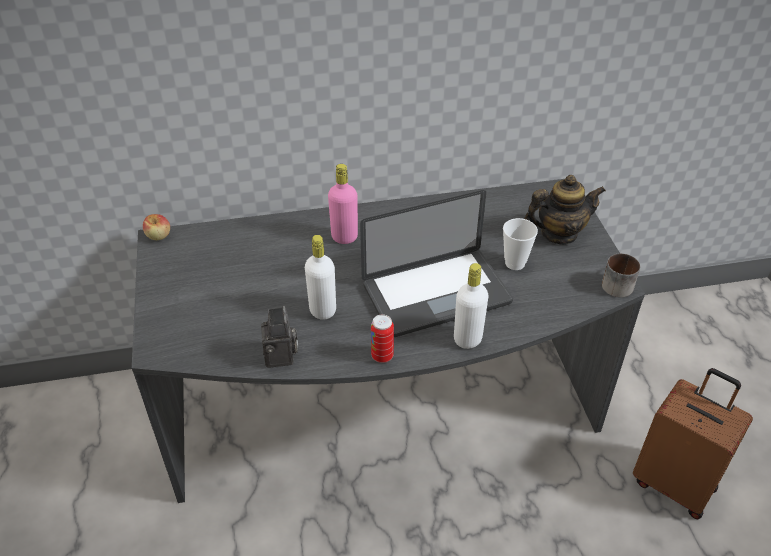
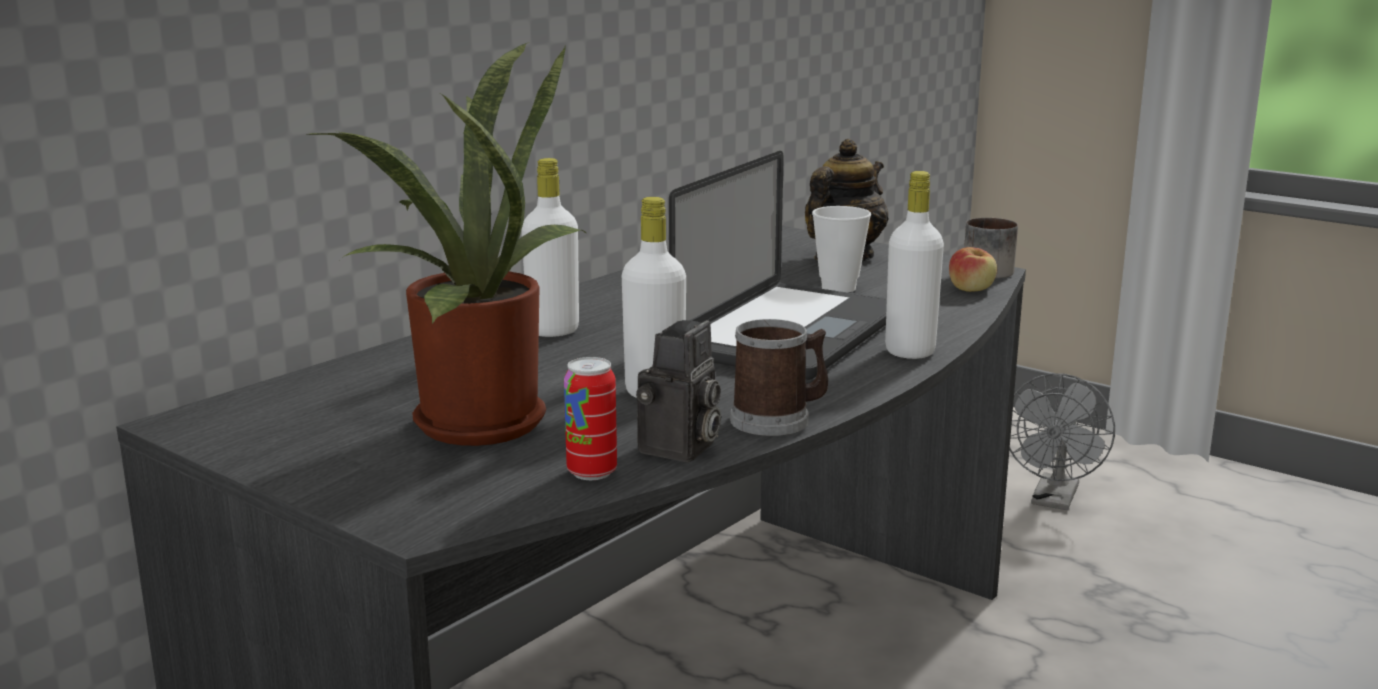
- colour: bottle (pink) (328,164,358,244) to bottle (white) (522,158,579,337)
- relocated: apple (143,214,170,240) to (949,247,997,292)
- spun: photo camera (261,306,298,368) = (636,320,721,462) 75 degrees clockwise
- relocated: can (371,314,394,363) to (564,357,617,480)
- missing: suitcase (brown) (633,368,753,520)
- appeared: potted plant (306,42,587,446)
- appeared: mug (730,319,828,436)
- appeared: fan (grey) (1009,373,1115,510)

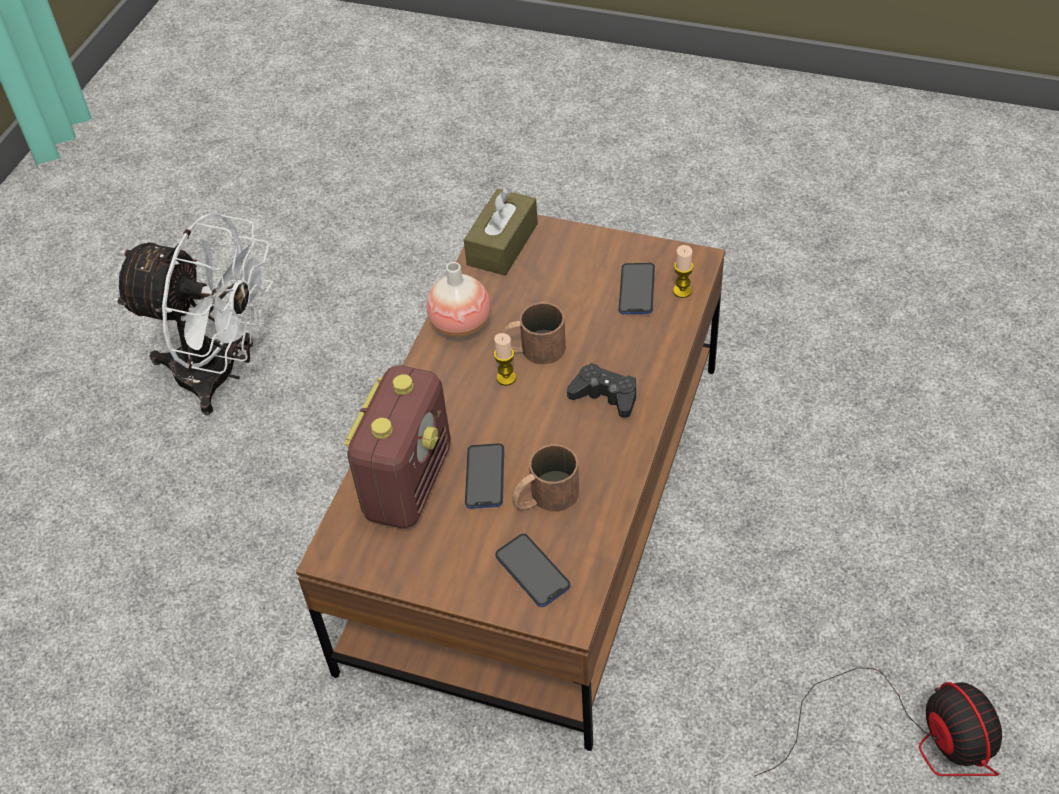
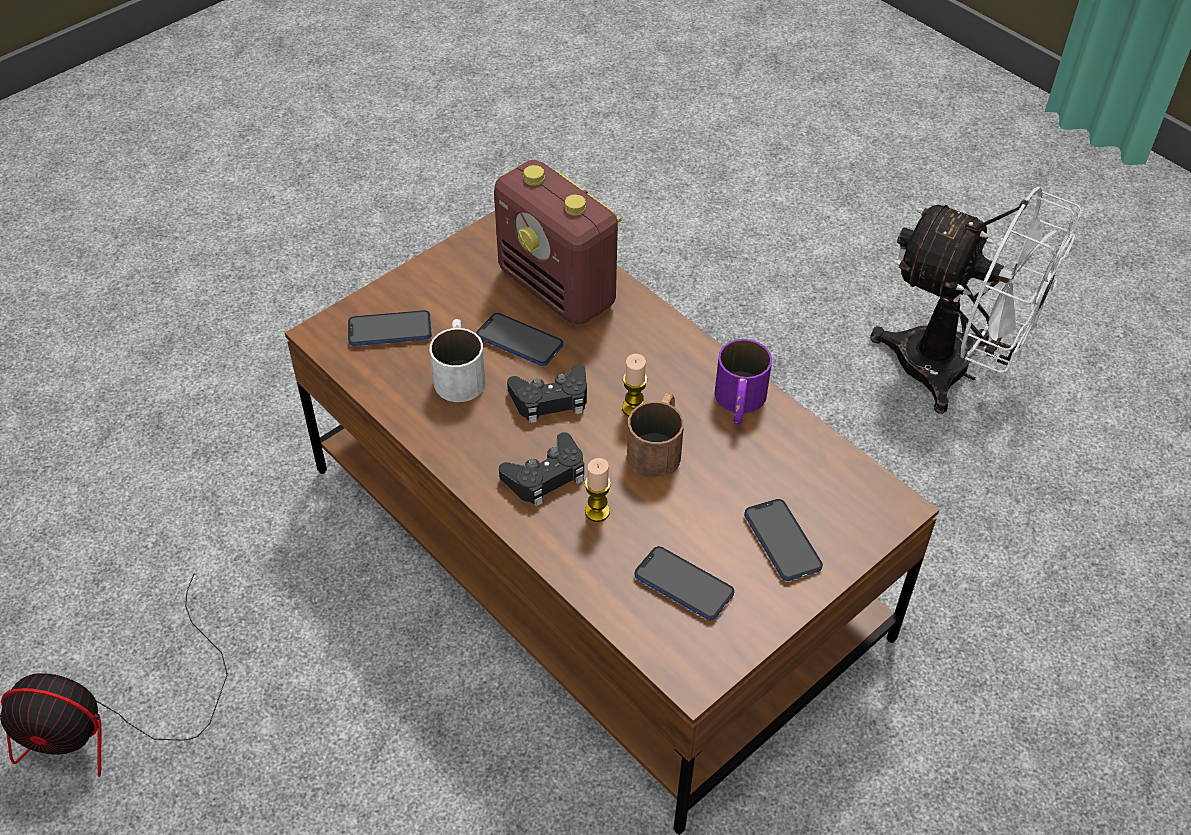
- missing: tissue box (brown) (464,187,538,276)
- spun: fan (white) (113,213,274,415) = (870,187,1082,414) 105 degrees counterclockwise
- relocated: candle (673,245,694,298) to (585,458,611,522)
- exchanged: vase (426,262,491,337) to mug (purple) (714,339,772,424)
- colour: mug (brown) (512,445,579,512) to mug (white) (430,319,486,402)
- appeared: game controller (black) (507,364,587,423)
- appeared: phone (744,499,823,581)

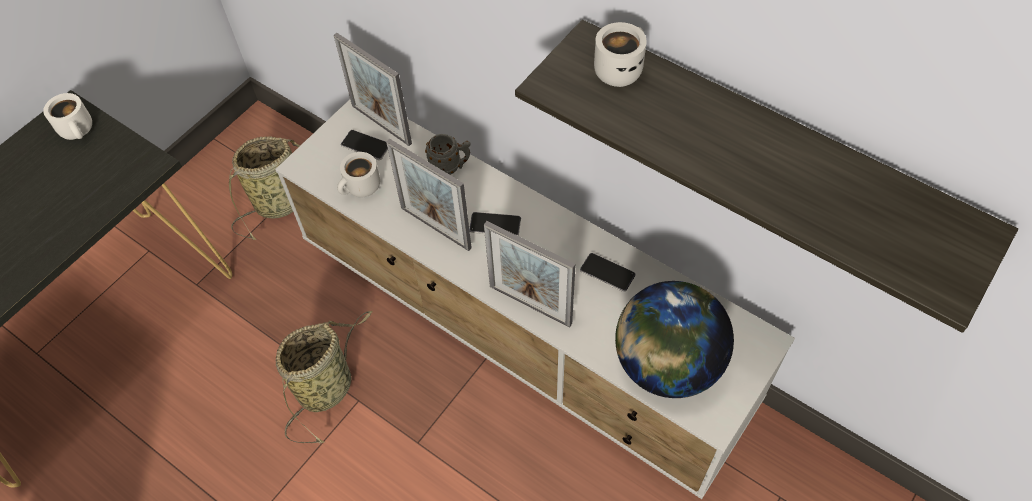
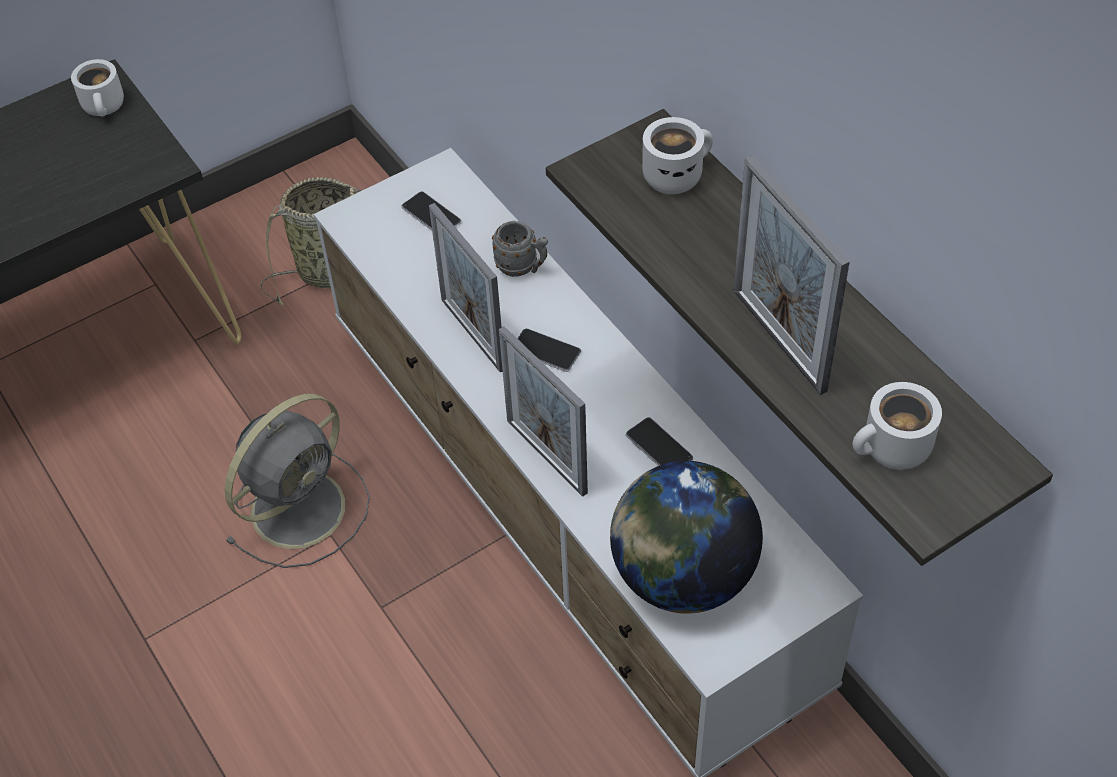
- relocated: picture frame (334,33,412,146) to (733,155,850,395)
- relocated: mug (white) (337,152,380,198) to (853,382,942,470)
- exchanged: basket (276,311,372,444) to fan (grey) (225,394,370,568)

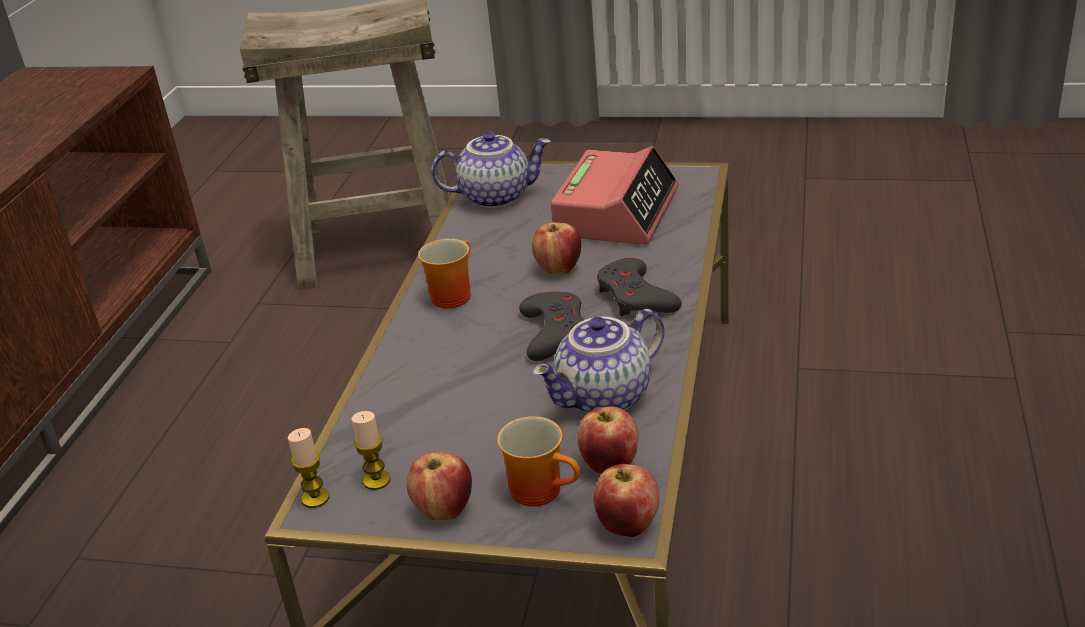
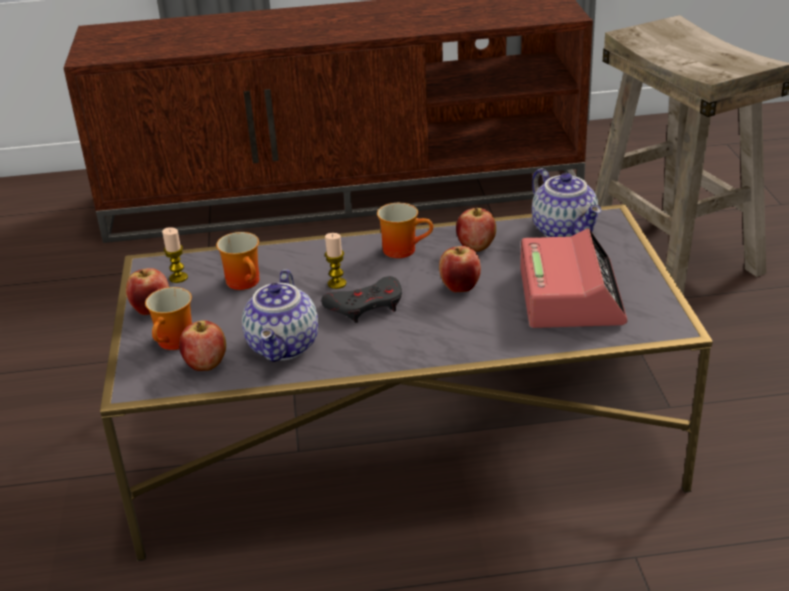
- spun: alarm clock (551,146,679,245) = (520,228,628,328) 90 degrees counterclockwise
- missing: game controller (grey) (597,258,682,316)
- spun: teapot (532,309,665,413) = (242,269,318,362) 120 degrees counterclockwise
- relocated: candle (288,428,329,508) to (325,233,347,289)
- relocated: apple (593,464,660,537) to (456,208,496,252)
- appeared: mug (216,232,259,290)

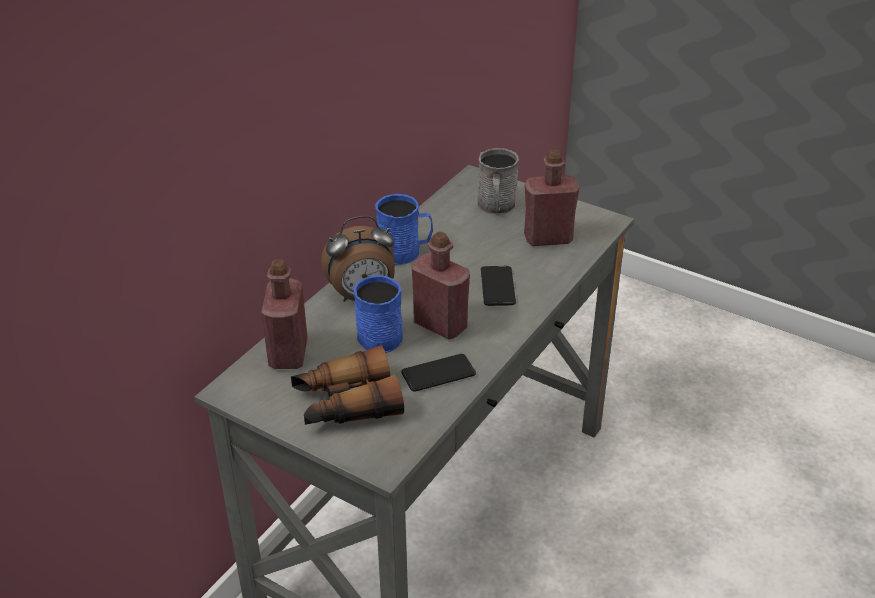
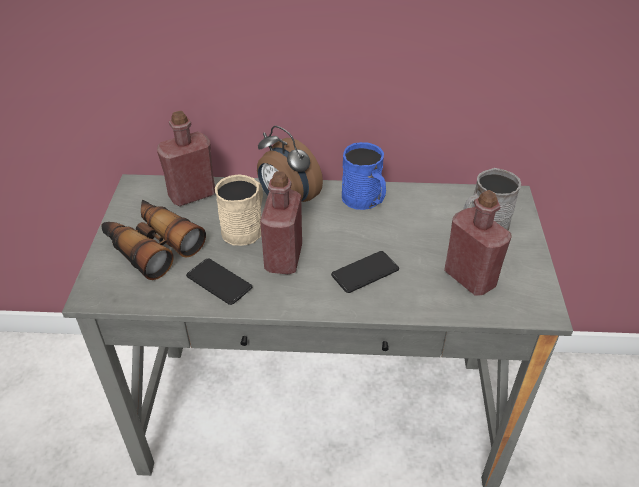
- colour: mug (blue) (354,275,403,353) to mug (beige) (215,174,263,246)

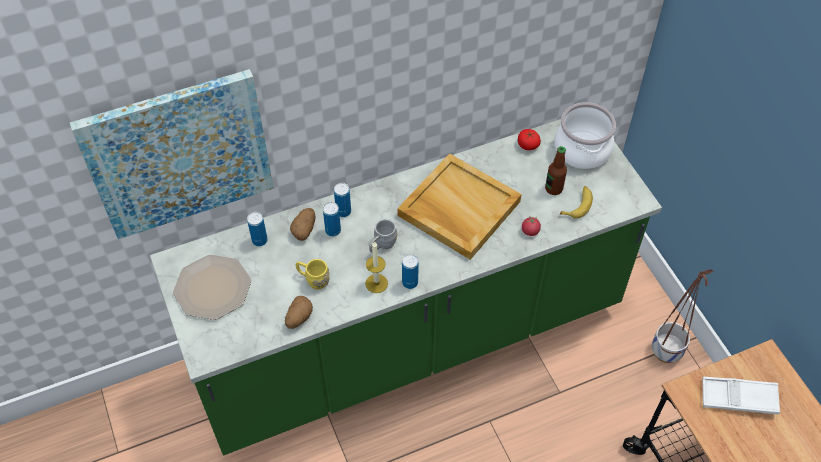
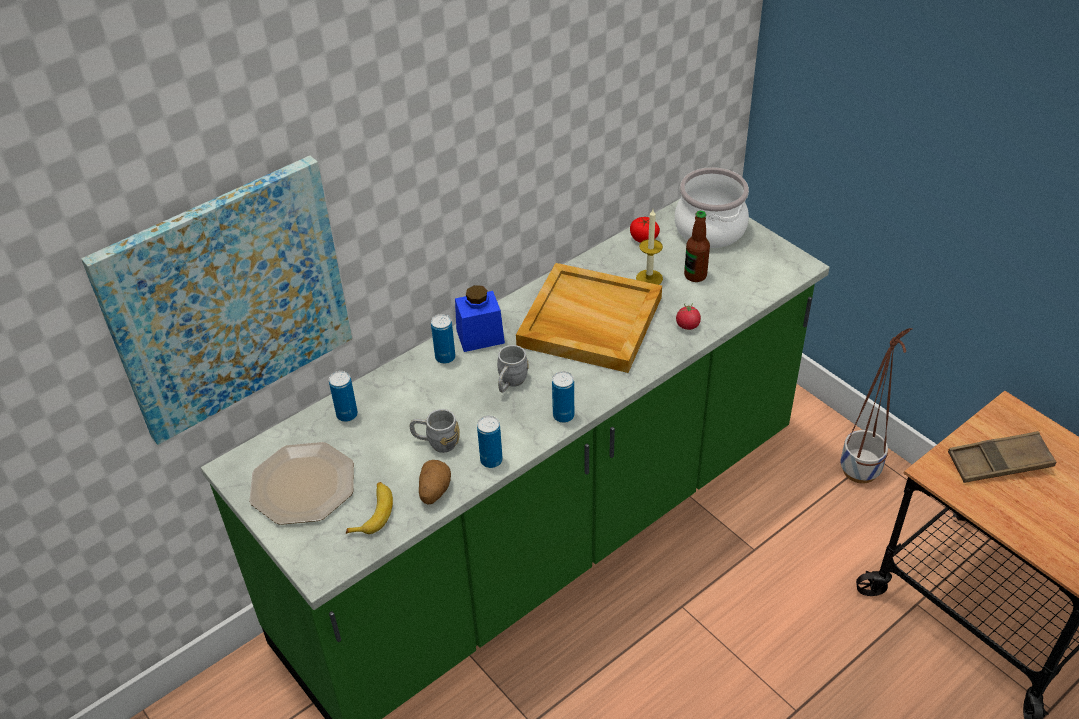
- relocated: banana (560,186,593,219) to (346,482,393,534)
- relocated: can (323,202,341,237) to (477,416,503,468)
- missing: potato (290,208,315,241)
- relocated: candle (365,241,388,293) to (636,209,663,285)
- colour: mug (yellow) (296,259,330,290) to mug (grey) (410,409,460,453)
- colour: tray (white) (702,377,780,415) to tray (brown) (948,431,1056,483)
- appeared: jar (blue) (455,285,505,352)

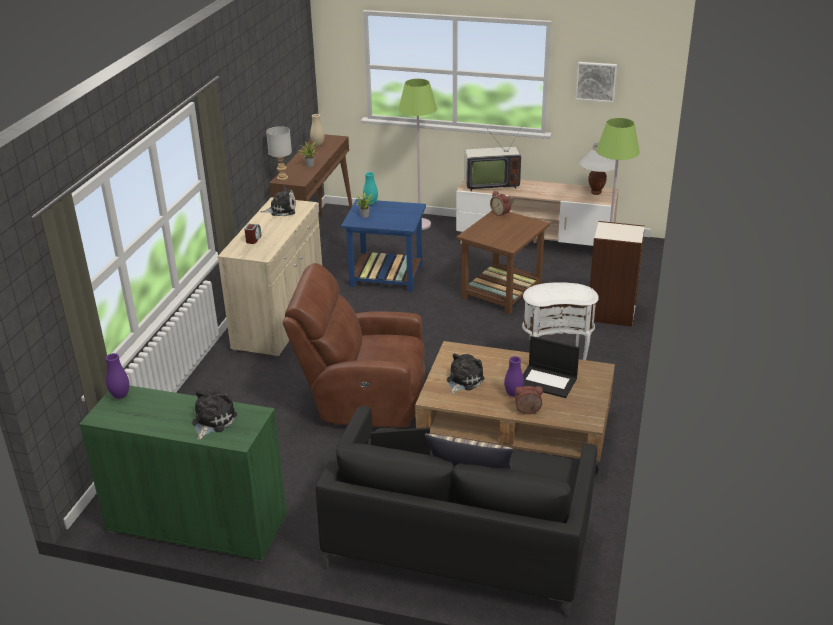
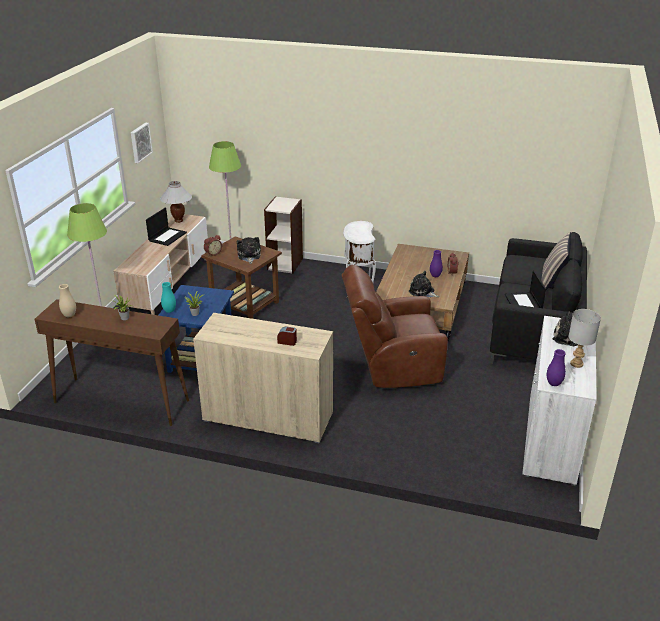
- missing: television (464,125,523,191)
- relocated: table lamp (grey) (266,126,292,181) to (568,309,601,368)
- relocated: plush toy (260,186,296,216) to (237,237,261,264)
- spun: armchair (brown) (283,263,425,427) = (342,265,448,388) 75 degrees clockwise
- relocated: laptop (523,336,580,398) to (146,208,187,246)
- colour: cabinet (green) (79,385,287,562) to cabinet (white) (522,316,597,486)

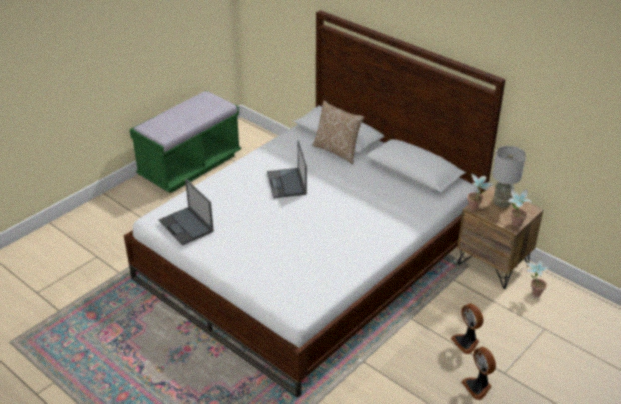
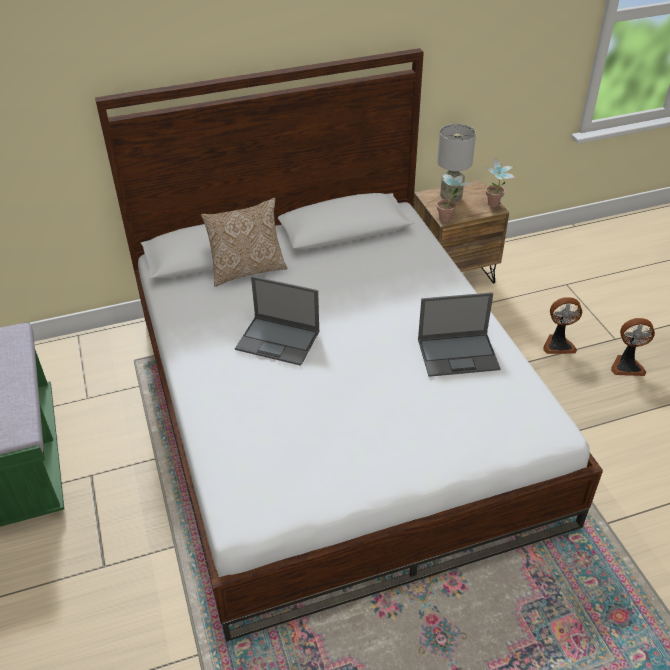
- relocated: laptop (158,179,214,245) to (418,292,501,377)
- missing: potted plant (526,258,551,297)

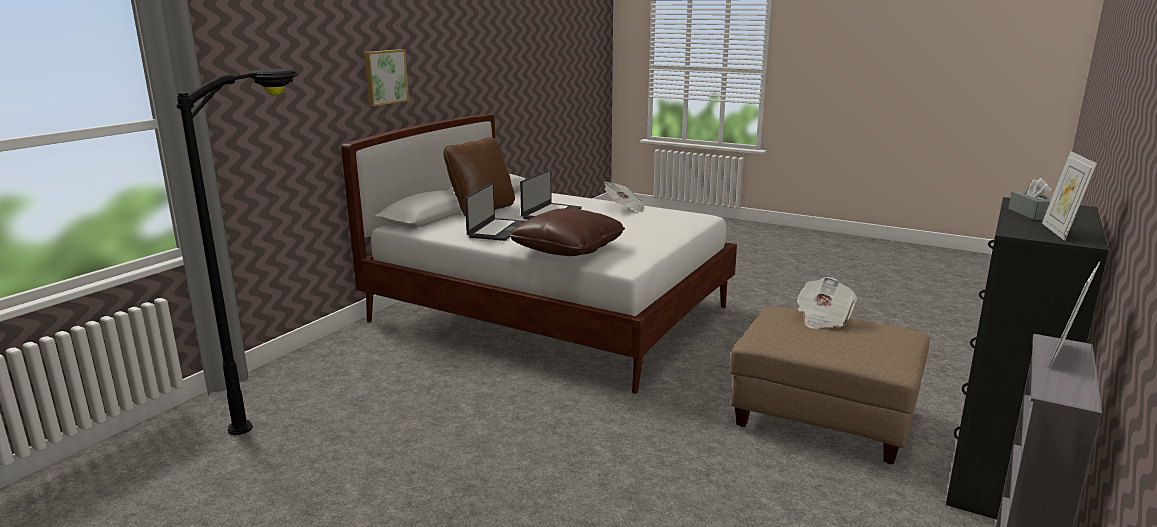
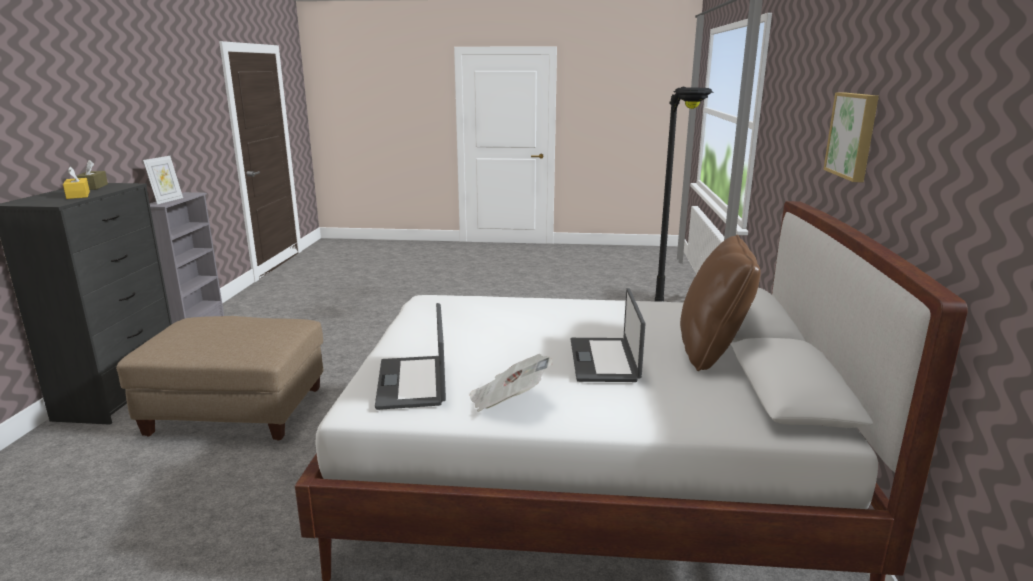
- exchanged: picture frame (1042,151,1097,241) to tissue box (brown) (77,160,108,190)
- colour: tissue box (grey) (1008,178,1052,220) to tissue box (yellow) (63,167,90,199)
- relocated: laptop (465,183,525,241) to (375,303,446,410)
- missing: pillow (brown) (509,209,625,256)
- missing: newspaper (796,277,857,329)

